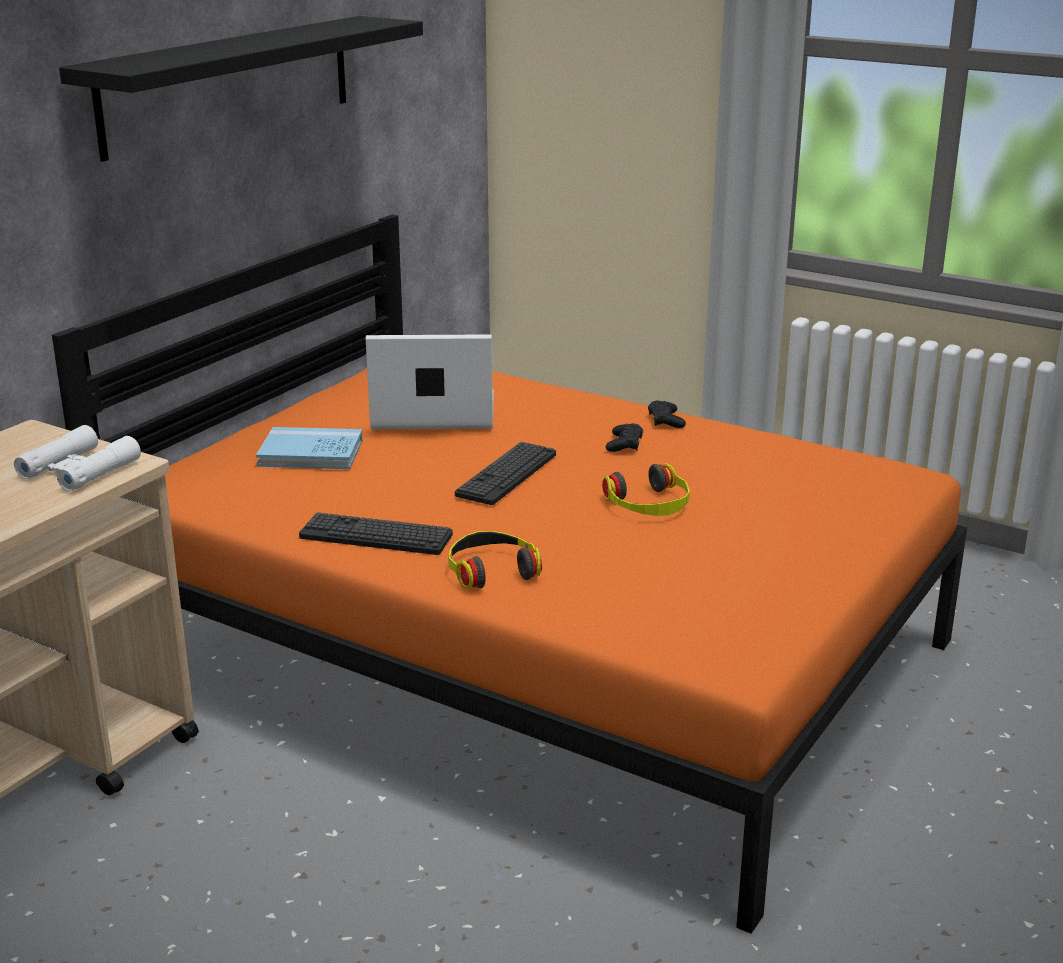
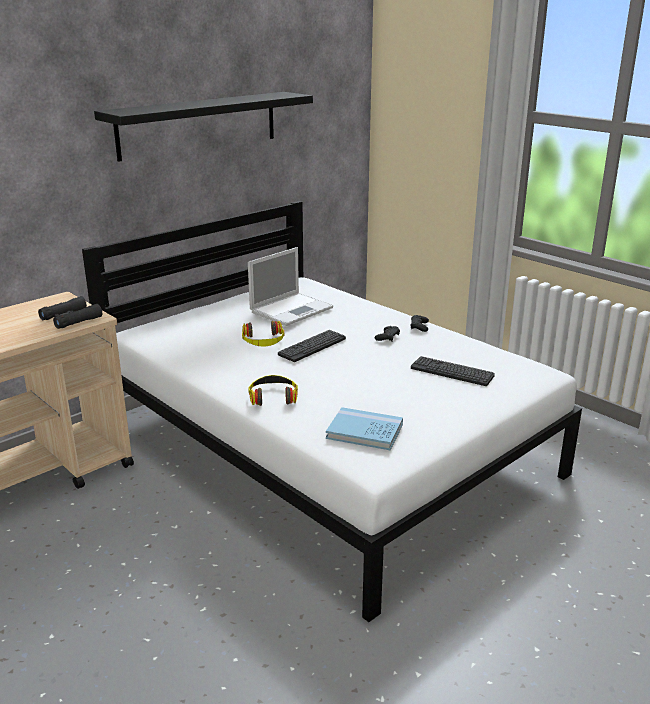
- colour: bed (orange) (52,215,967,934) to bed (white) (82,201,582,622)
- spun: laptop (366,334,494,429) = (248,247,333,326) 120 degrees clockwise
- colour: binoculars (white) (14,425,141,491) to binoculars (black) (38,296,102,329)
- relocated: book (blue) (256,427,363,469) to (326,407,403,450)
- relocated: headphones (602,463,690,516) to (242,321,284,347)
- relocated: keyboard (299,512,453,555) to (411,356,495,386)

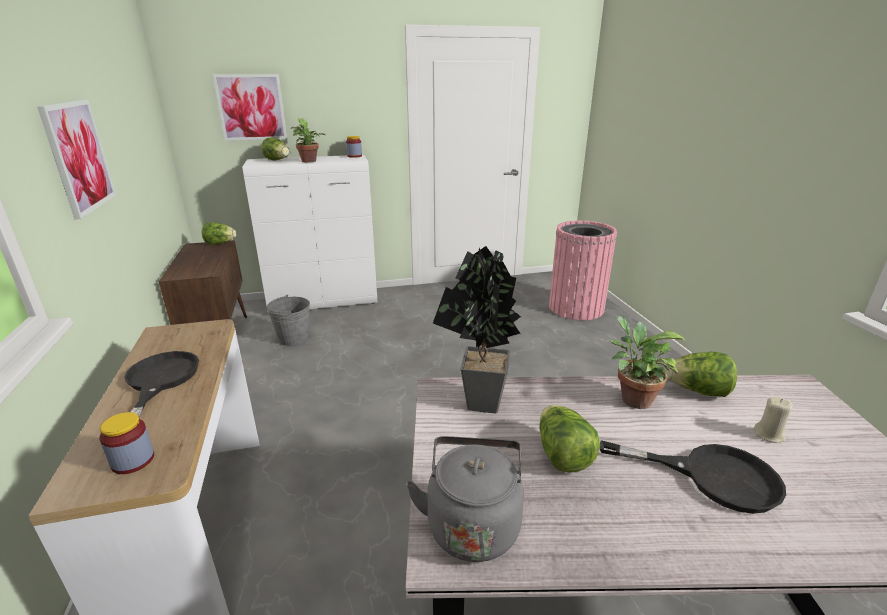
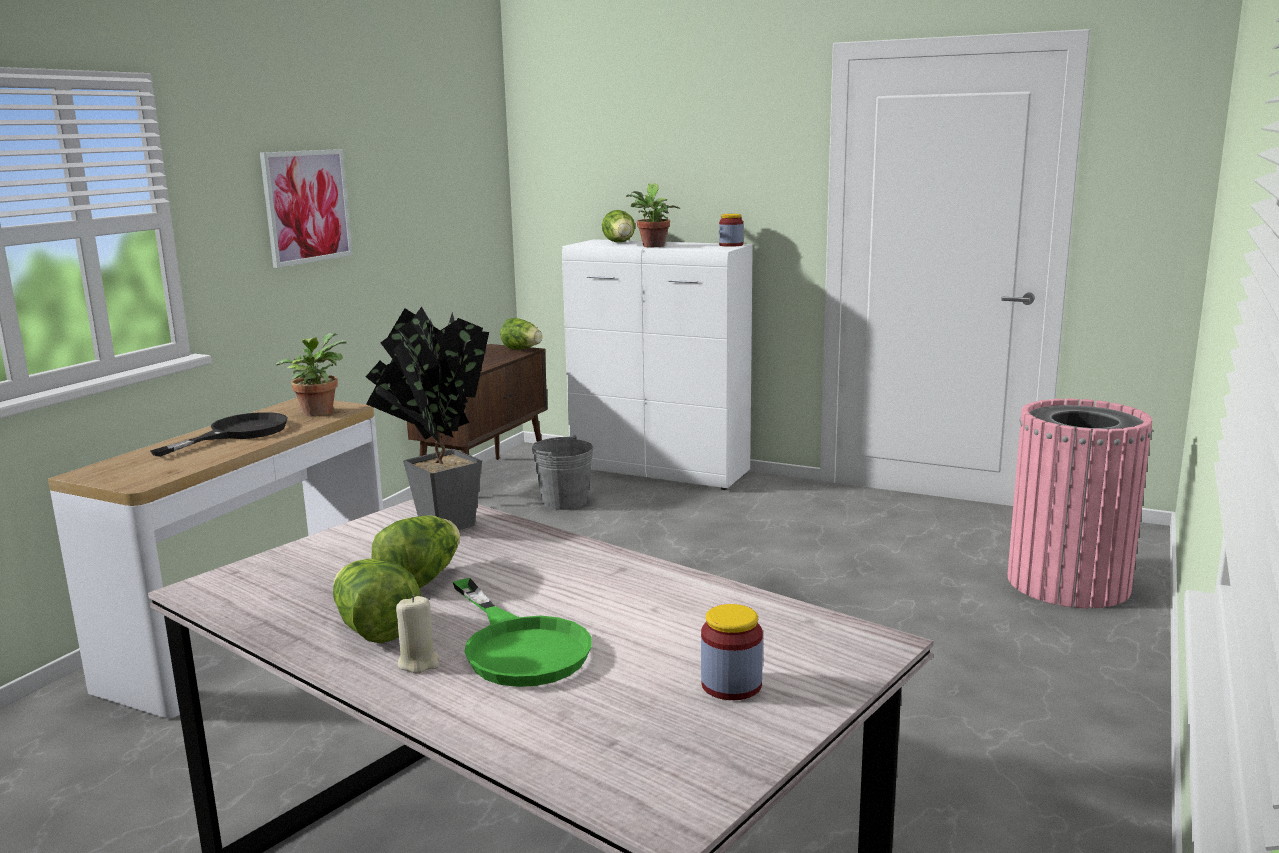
- missing: picture (213,74,287,141)
- relocated: potted plant (610,316,686,409) to (276,333,347,417)
- relocated: lettuce (665,352,737,397) to (333,559,421,643)
- relocated: candle (beige) (754,397,793,443) to (396,595,440,674)
- relocated: jar (99,412,154,474) to (701,604,763,700)
- missing: kettle (grey) (406,436,524,562)
- colour: frying pan (black) (600,440,786,514) to frying pan (green) (453,578,592,687)

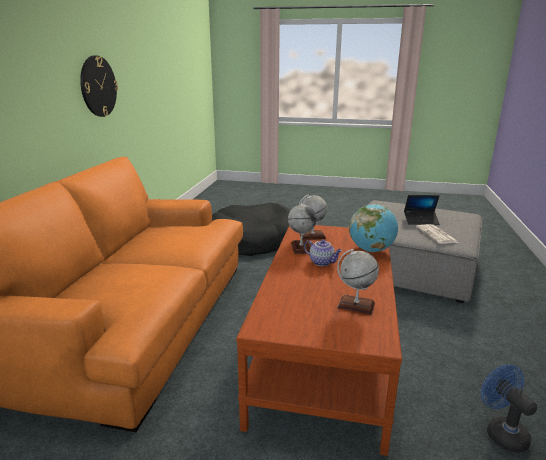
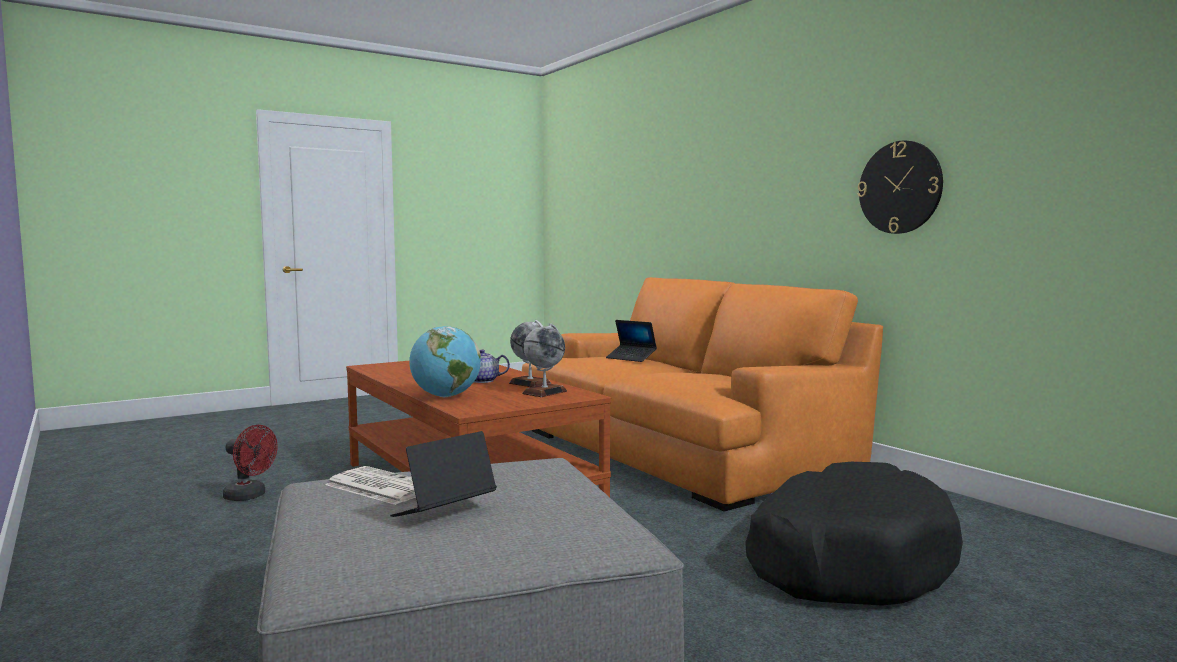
- missing: globe (337,249,379,315)
- colour: fan (blue) (481,364,537,453) to fan (red) (223,425,278,501)
- appeared: laptop (606,320,657,362)

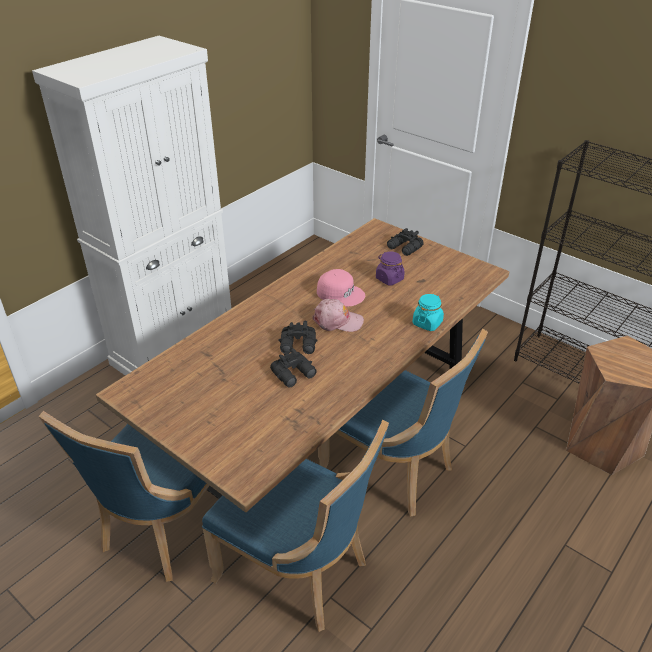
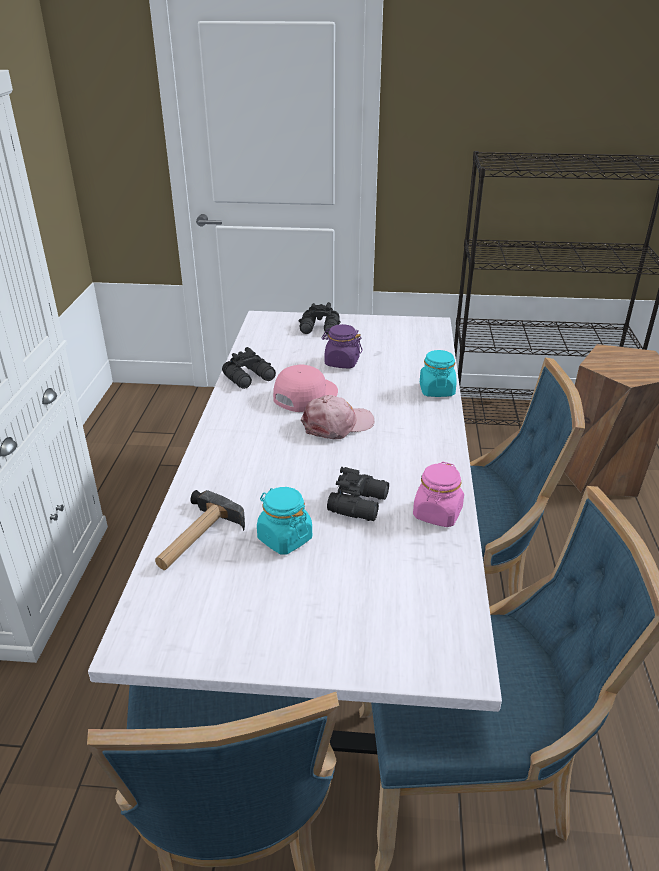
- colour: dining table (brown) (96,218,509,512) to dining table (white) (88,311,502,754)
- spun: cap (pink) (317,269,365,307) = (273,365,338,412) 45 degrees counterclockwise
- relocated: binoculars (black) (278,321,318,354) to (222,347,276,389)
- appeared: jar (pink) (413,462,464,527)
- appeared: jar (turquoise) (257,487,312,554)
- appeared: hammer (155,490,245,570)

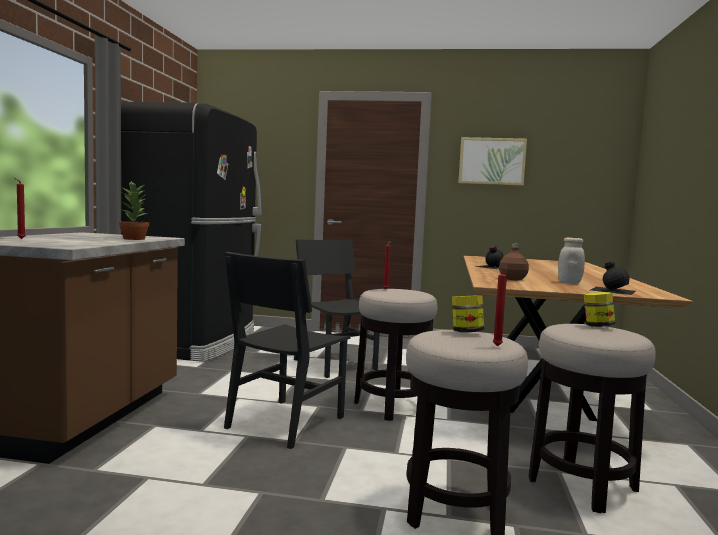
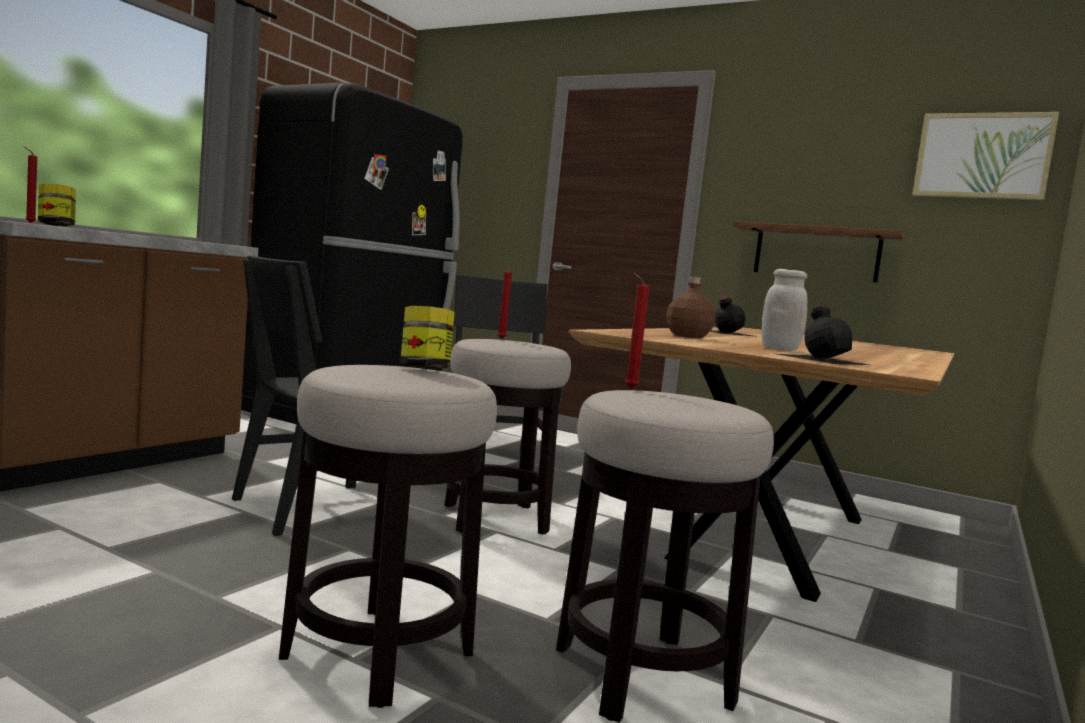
- relocated: picture (458,137,527,186) to (912,112,1059,200)
- missing: potted plant (119,181,149,240)
- relocated: candle (red) (493,267,507,346) to (625,273,649,389)
- relocated: jar (584,292,615,327) to (38,183,76,226)
- appeared: shelf (brown) (733,221,905,282)

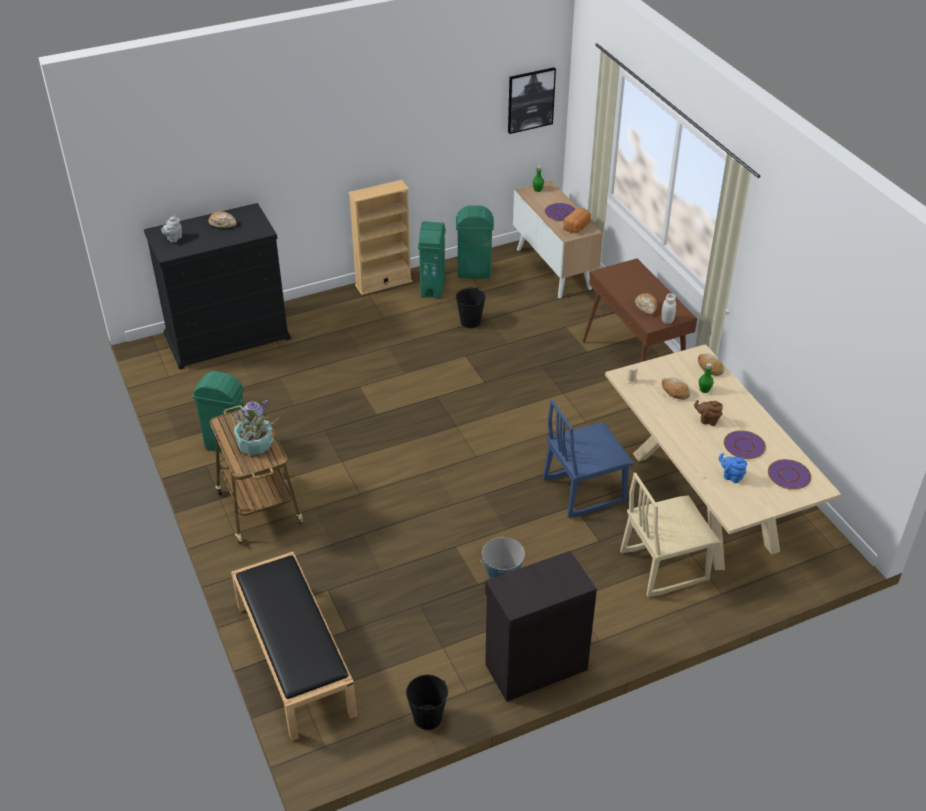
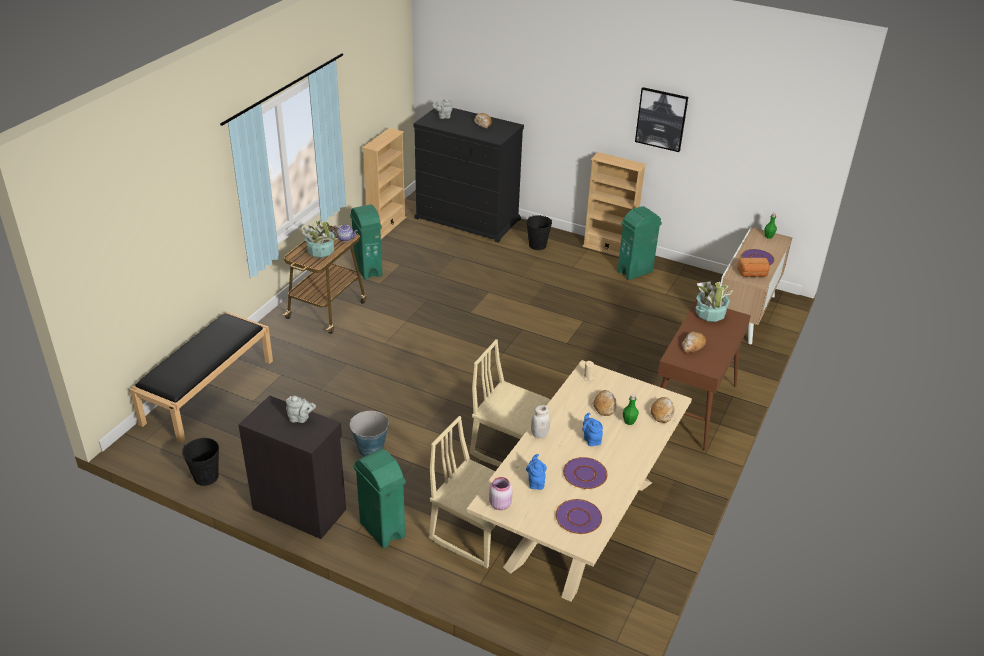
- relocated: picture (508,67,556,134) to (635,87,688,152)
- relocated: trash can (green) (456,205,494,278) to (354,449,406,548)
- relocated: bucket (black) (456,288,486,328) to (526,215,552,250)
- relocated: jar (white) (661,293,676,324) to (531,405,550,438)
- colour: chair (blue) (543,399,634,518) to chair (beige) (470,339,551,467)
- colour: teapot (brown) (694,400,723,426) to teapot (blue) (582,413,603,446)
- appeared: bookcase (beige) (362,128,406,239)
- appeared: potted plant (695,281,733,322)
- appeared: teapot (grey) (286,396,316,423)
- appeared: jar (pink) (489,477,513,510)

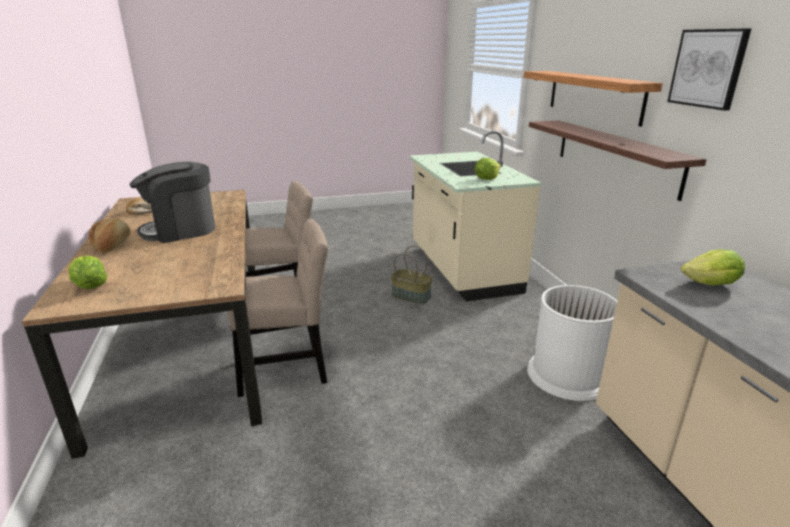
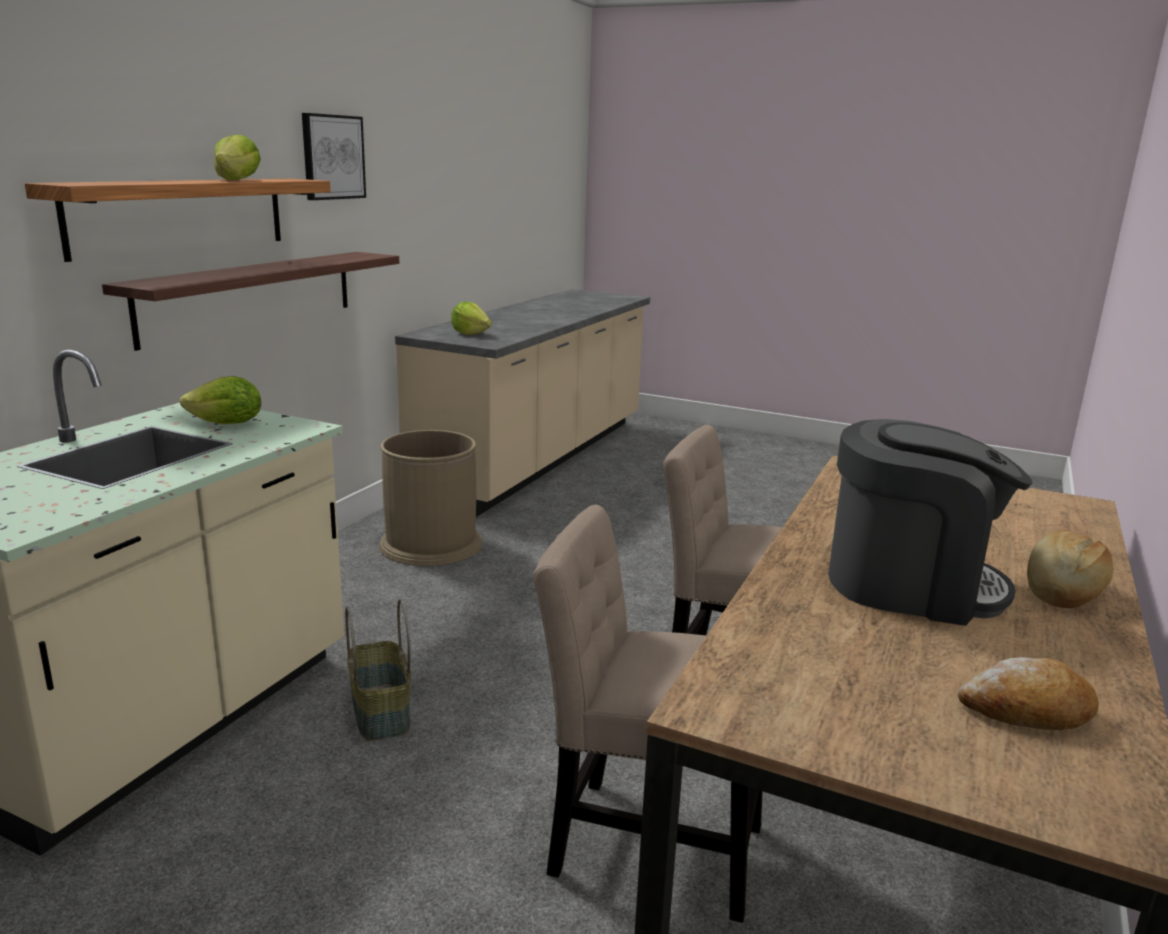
- relocated: lettuce (69,256,107,289) to (214,134,261,180)
- colour: trash can (white) (527,285,617,401) to trash can (brown) (379,430,482,566)

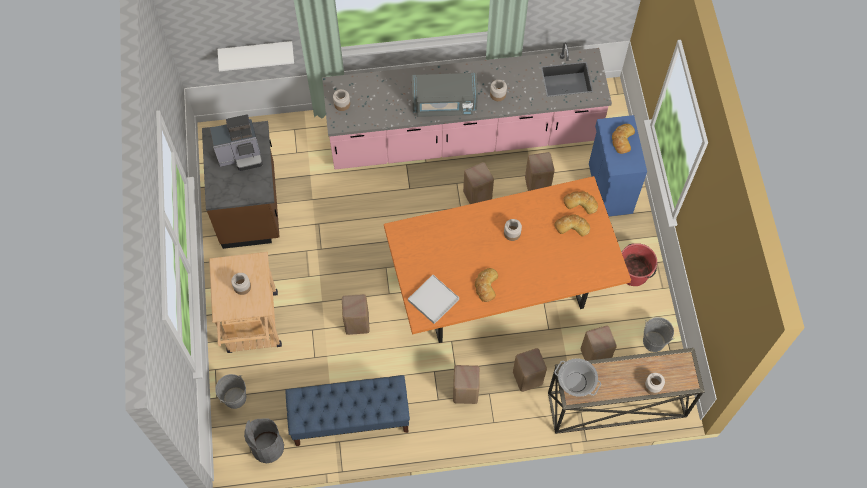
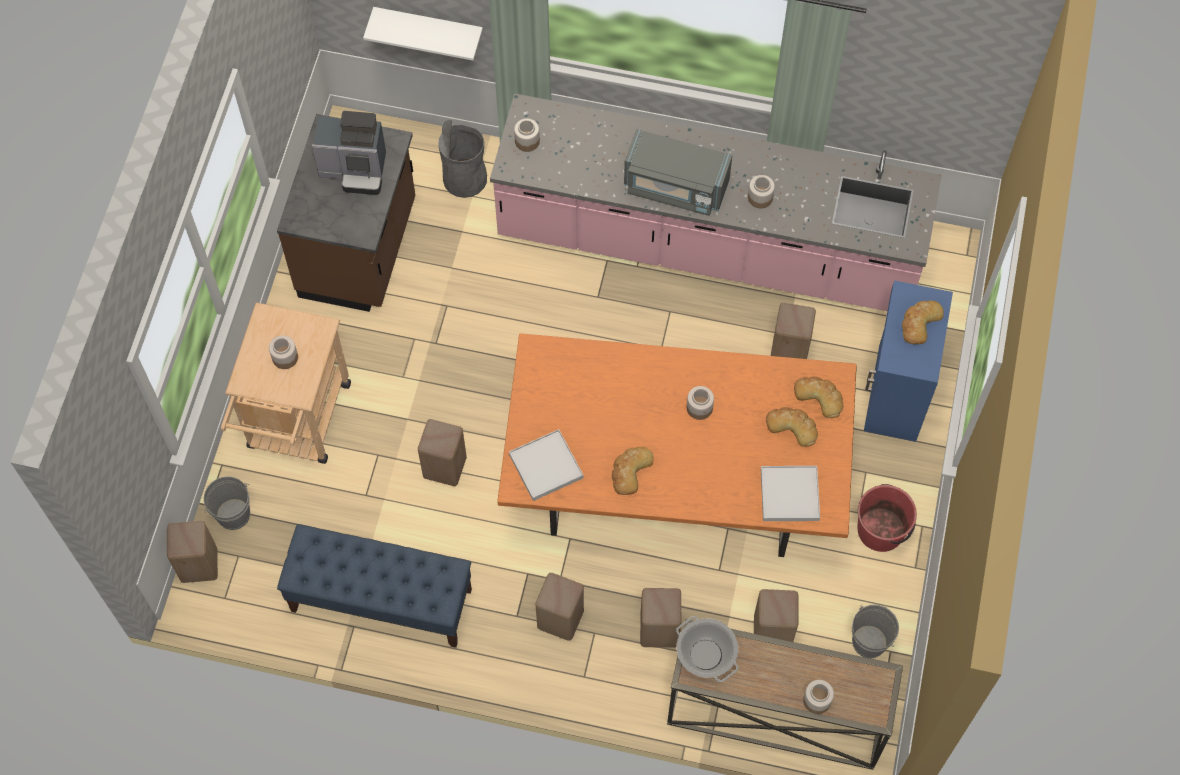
- relocated: stool (beige) (463,162,494,204) to (167,521,218,583)
- relocated: trash can (grey) (244,419,284,463) to (438,120,487,198)
- appeared: tray (white) (761,466,820,521)

